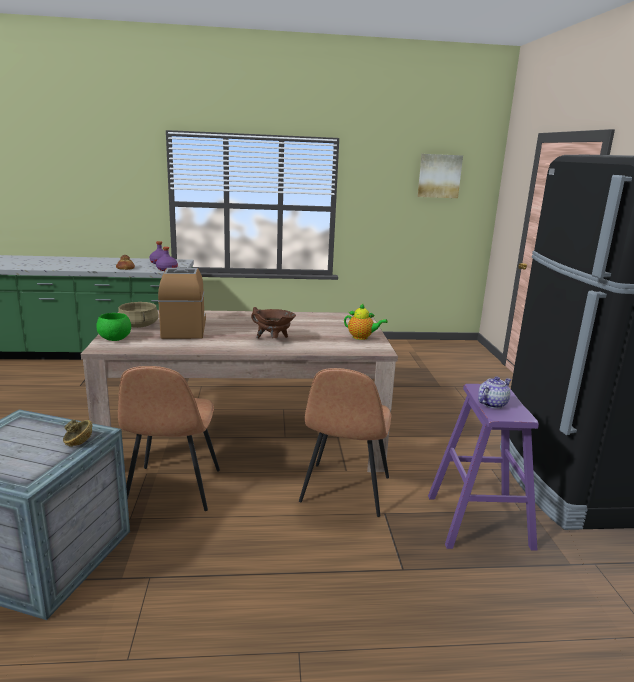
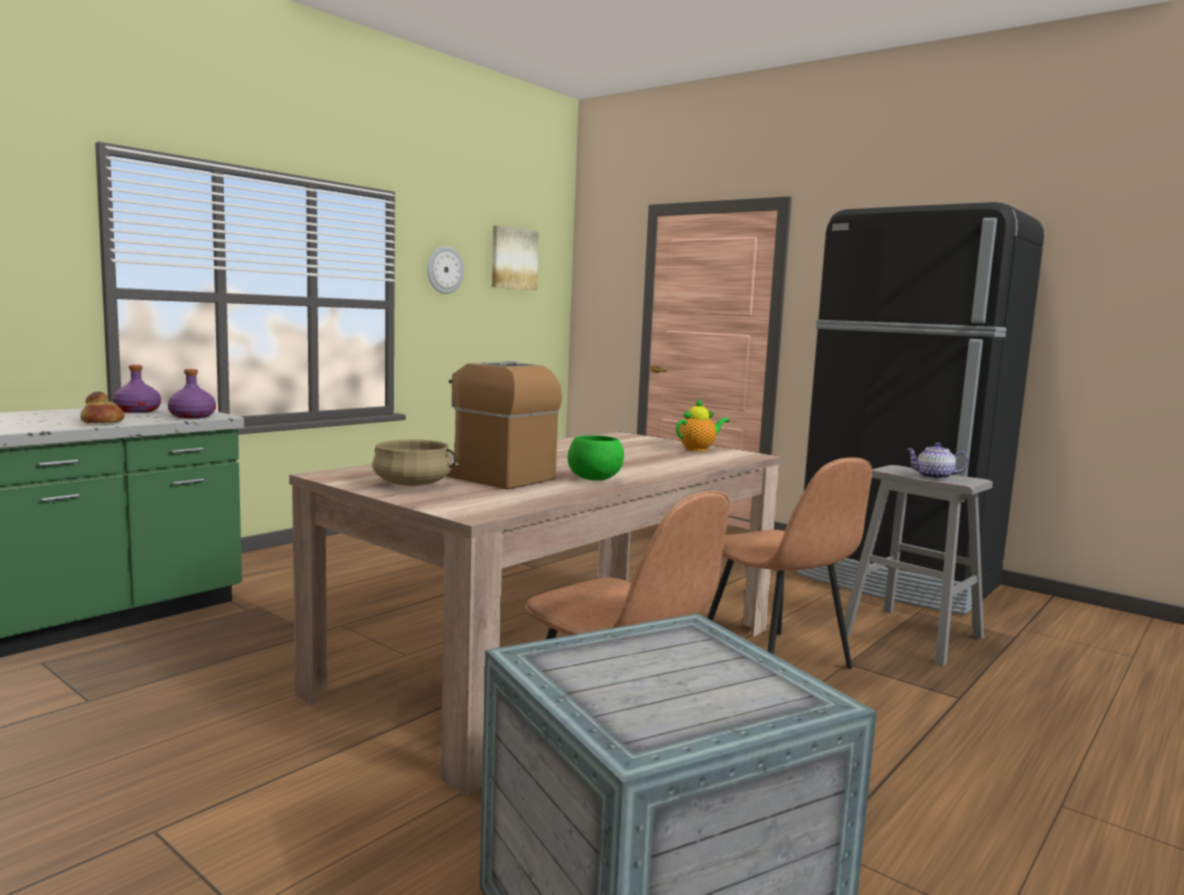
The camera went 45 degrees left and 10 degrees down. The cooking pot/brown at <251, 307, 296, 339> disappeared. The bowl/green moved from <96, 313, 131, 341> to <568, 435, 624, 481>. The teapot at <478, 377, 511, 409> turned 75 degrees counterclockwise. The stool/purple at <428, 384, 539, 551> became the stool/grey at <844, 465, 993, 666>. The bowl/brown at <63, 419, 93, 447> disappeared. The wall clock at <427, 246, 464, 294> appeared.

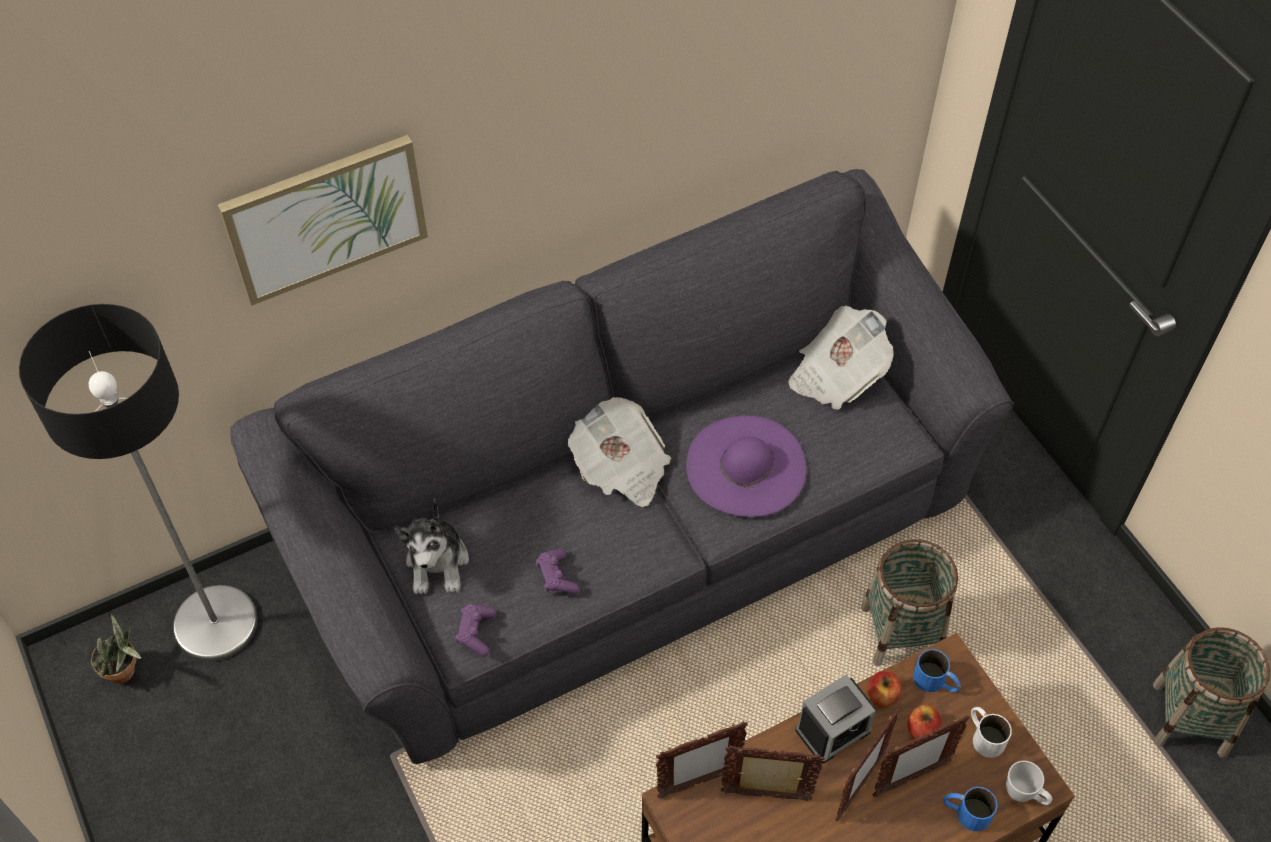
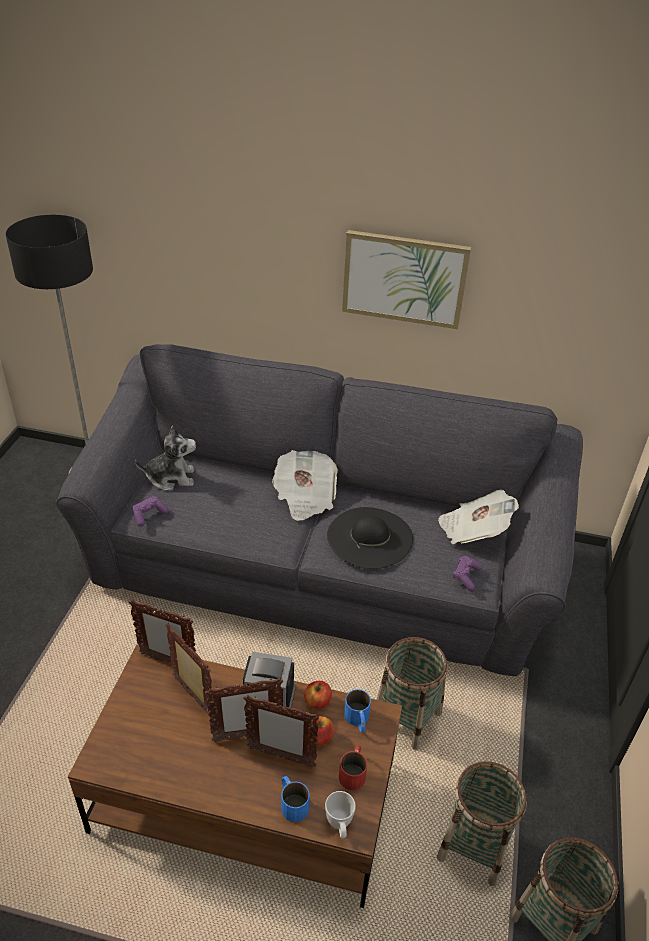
The camera went 40 degrees right and 15 degrees down. The picture moved from <218, 135, 428, 306> to <342, 230, 471, 329>. The hat/purple at <686, 416, 807, 517> became the hat/black at <327, 507, 413, 569>. The plush toy at <394, 499, 469, 595> turned 135 degrees counterclockwise. The game controller/purple moved from <536, 549, 579, 594> to <453, 556, 482, 591>. The potted plant at <91, 614, 141, 684> disappeared. The mug/white at <971, 707, 1012, 758> became the mug/red at <339, 745, 367, 790>. The basket at <437, 761, 527, 886> appeared.

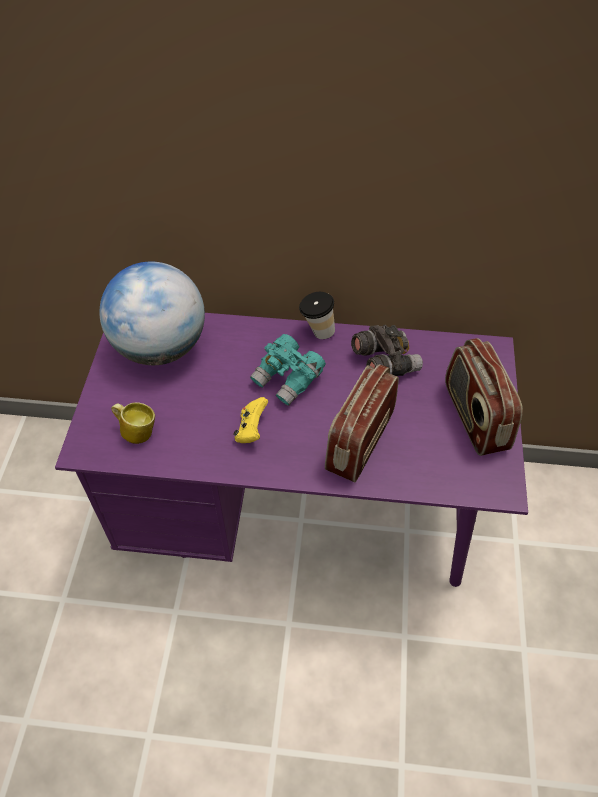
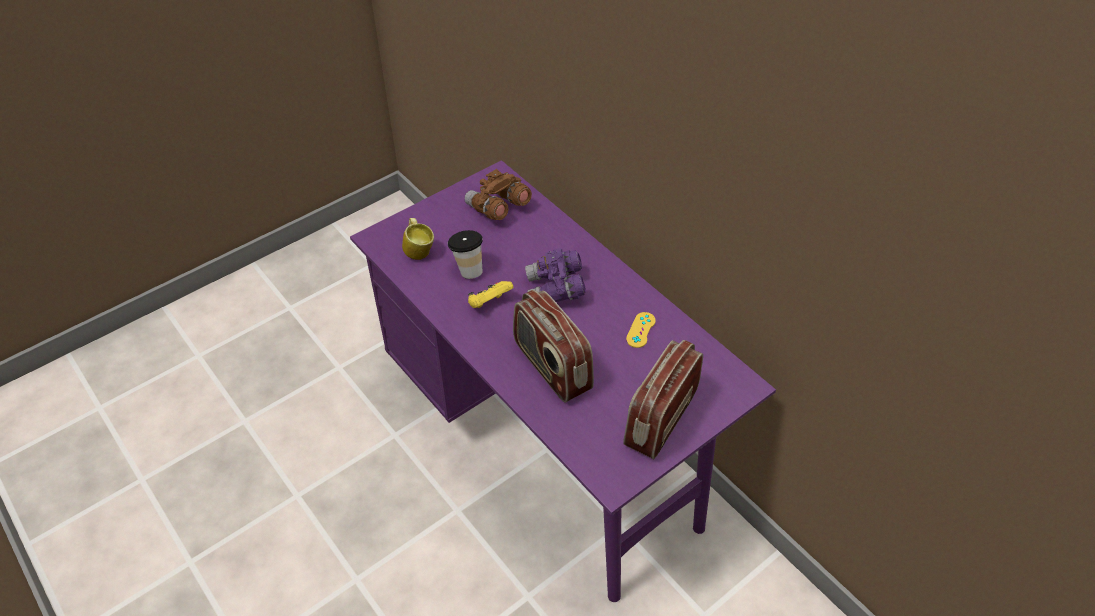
The camera went 45 degrees right and 5 degrees down. The globe at <99, 262, 205, 365> was replaced by the binoculars/brown at <465, 169, 532, 220>. The cup moved from <299, 292, 335, 339> to <448, 230, 483, 279>. The binoculars/grey at <351, 325, 423, 376> was replaced by the game controller/yellow at <626, 312, 656, 348>. The binoculars/turquoise at <250, 334, 326, 406> became the binoculars/purple at <525, 248, 586, 302>. The radio at <325, 364, 399, 482> turned 105 degrees counterclockwise.

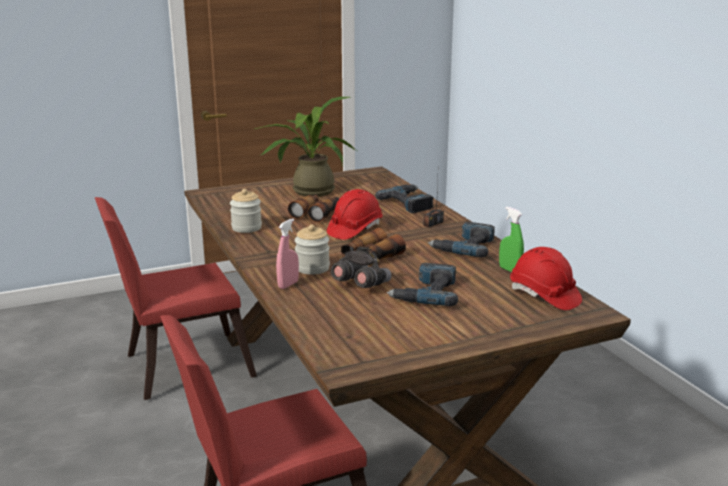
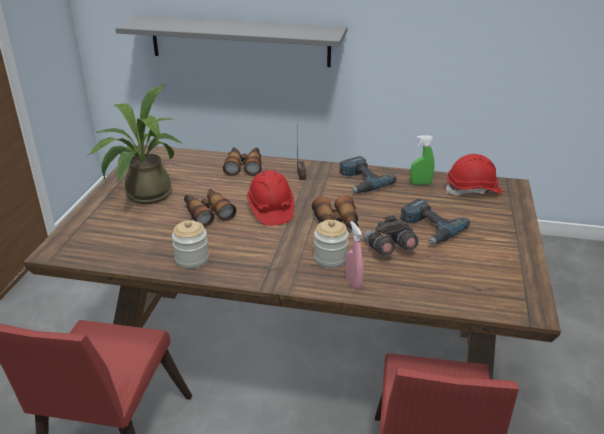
The camera went 55 degrees left and 10 degrees up. The power drill at <375, 185, 434, 213> was replaced by the binoculars at <223, 148, 262, 176>. The shelf/grey at <115, 15, 347, 67> appeared.

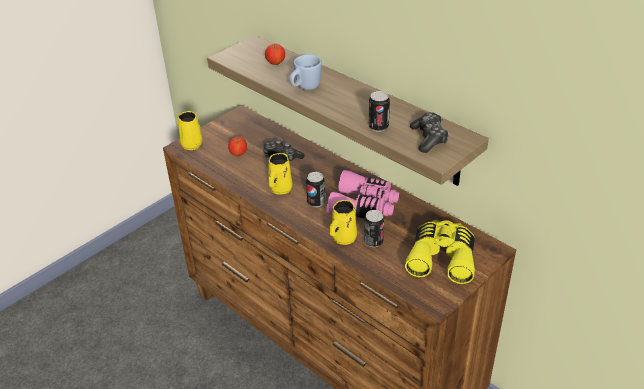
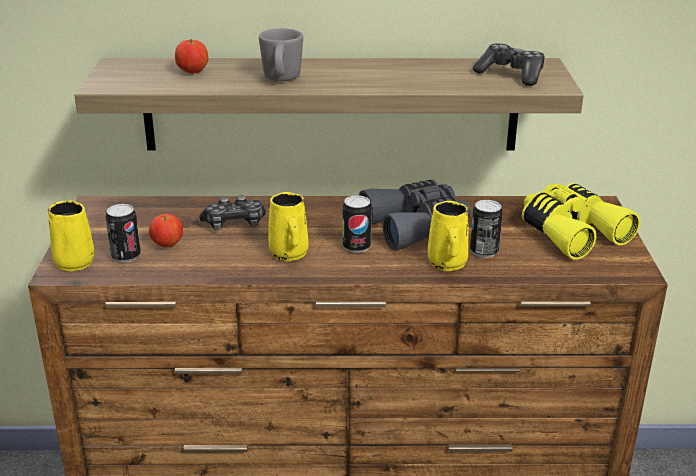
The camera went 45 degrees left and 10 degrees down. The mug/blue at <290, 55, 322, 90> became the mug/grey at <259, 28, 303, 81>. The can moved from <369, 91, 390, 132> to <105, 204, 141, 263>. The binoculars/pink at <327, 170, 399, 218> became the binoculars/grey at <359, 180, 471, 251>.

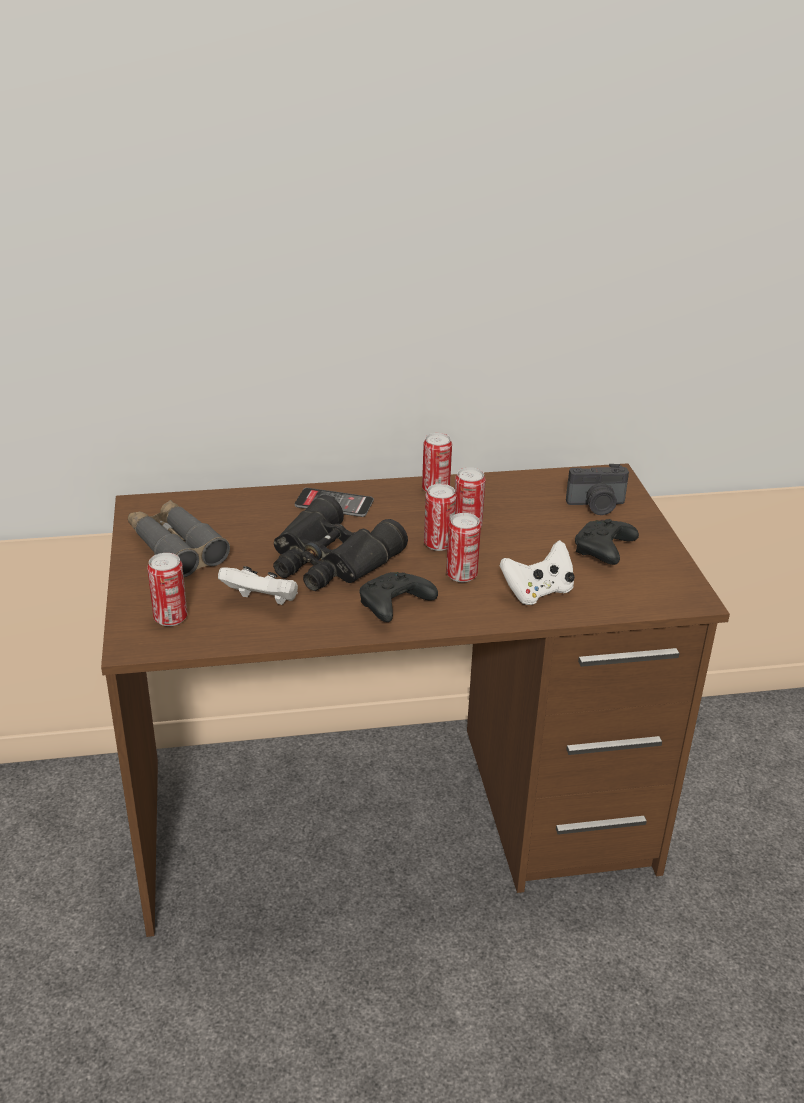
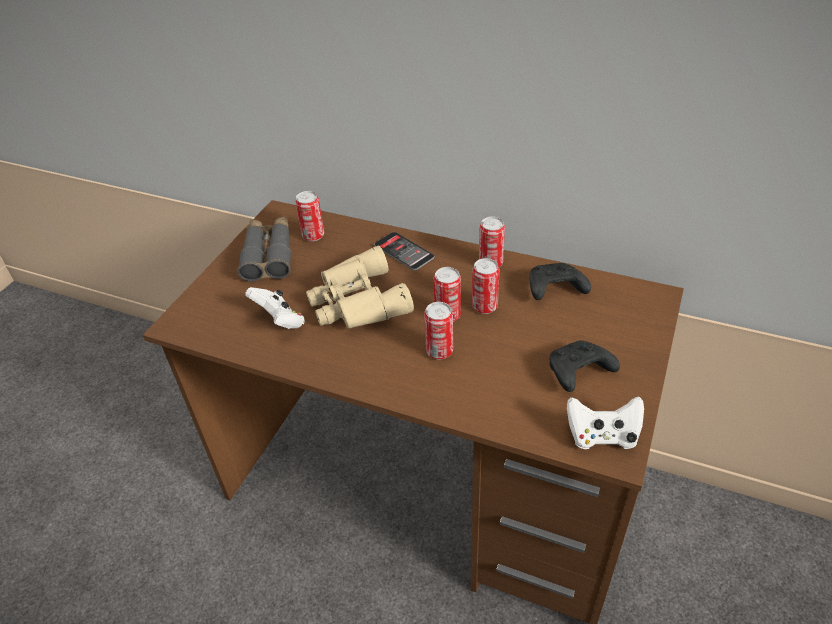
The camera went 35 degrees right and 10 degrees up. The photo camera at <566, 464, 629, 515> disappeared. The binoculars/black at <273, 495, 408, 591> became the binoculars/beige at <306, 246, 414, 328>. The game controller/white moved from <499, 540, 575, 605> to <567, 397, 644, 449>. The can moved from <147, 553, 187, 626> to <295, 191, 324, 241>. The game controller/black moved from <359, 572, 438, 622> to <530, 263, 591, 300>.

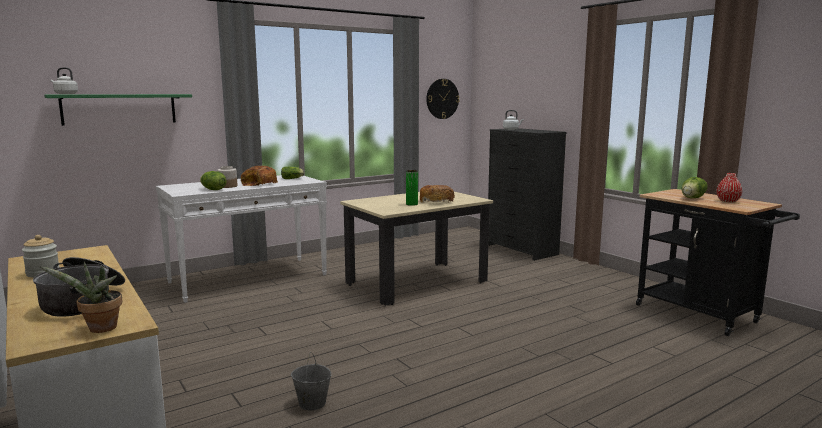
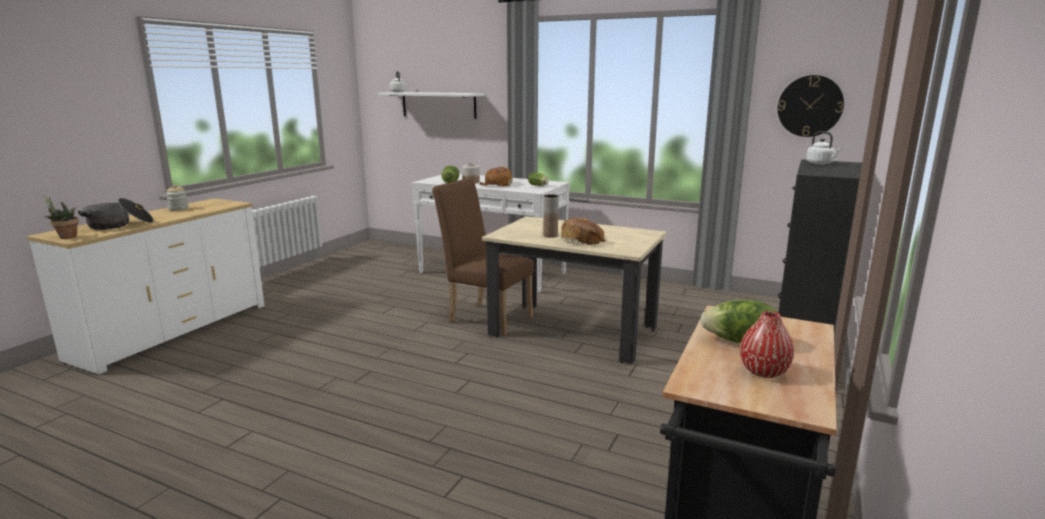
The camera went 60 degrees right and 5 degrees up. The shelf/green at <44, 94, 192, 126> became the shelf/white at <378, 92, 484, 119>. The vase/green at <406, 170, 418, 206> became the vase/brown at <543, 194, 559, 238>. The bucket/grey at <291, 352, 331, 410> disappeared. The chair/brown at <432, 178, 534, 336> appeared.

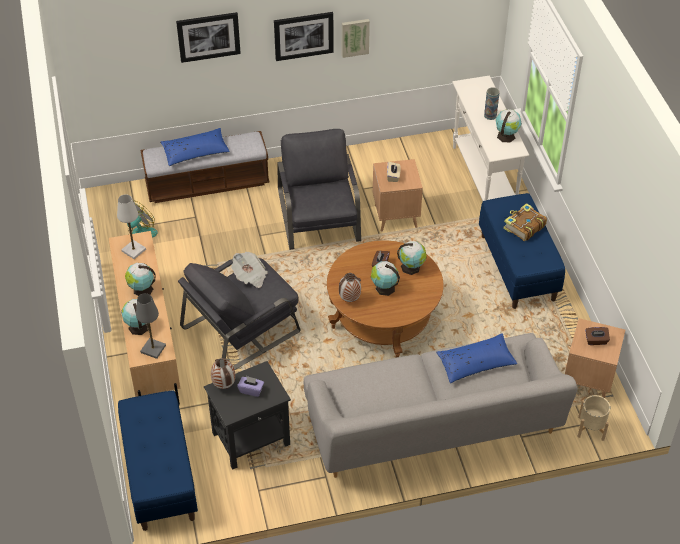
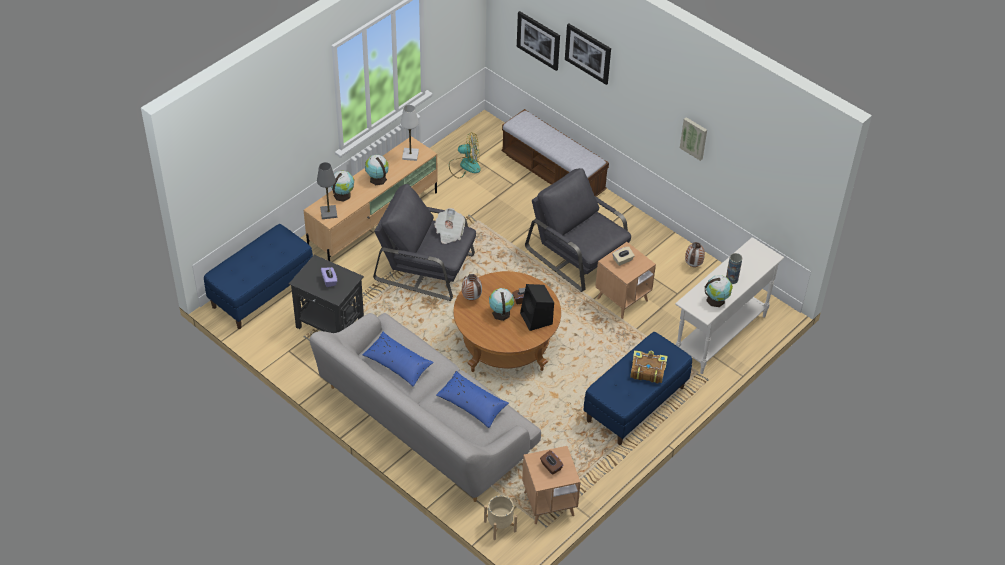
The camera went 55 degrees right and 0 degrees up. The picture moved from <274, 12, 334, 61> to <517, 11, 560, 71>. The pillow/blue moved from <160, 128, 230, 166> to <363, 332, 434, 386>. The armchair/grey at <277, 129, 361, 250> turned 90 degrees counterclockwise. The globe at <397, 241, 426, 275> was replaced by the speaker/black at <520, 284, 554, 331>. The vase moved from <211, 358, 235, 389> to <685, 242, 705, 267>.

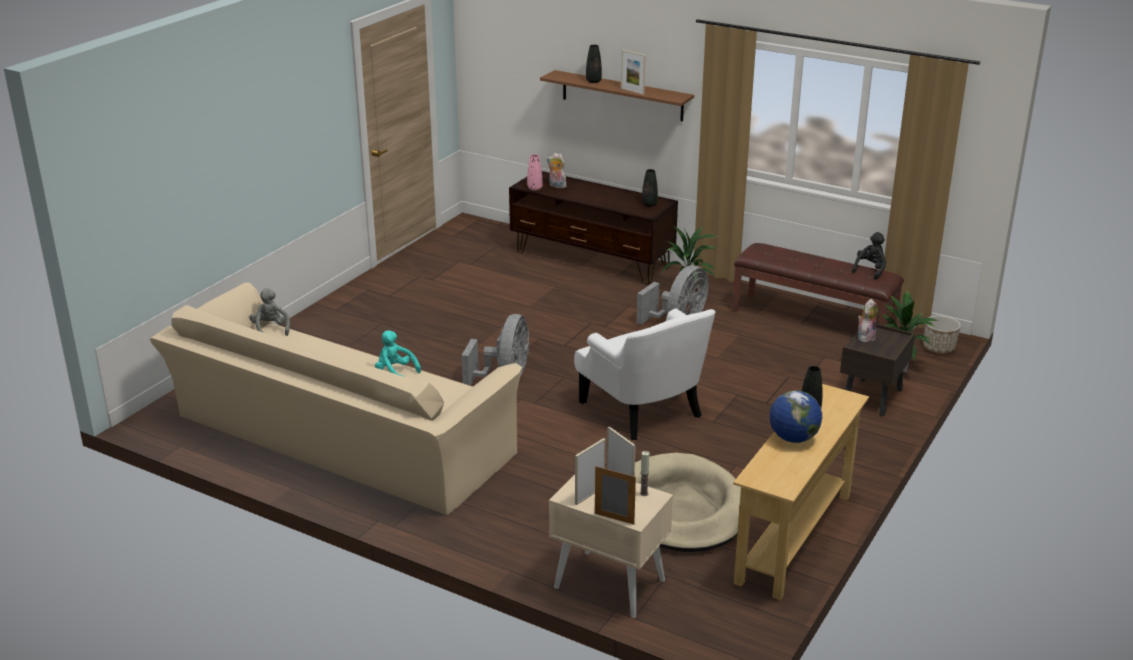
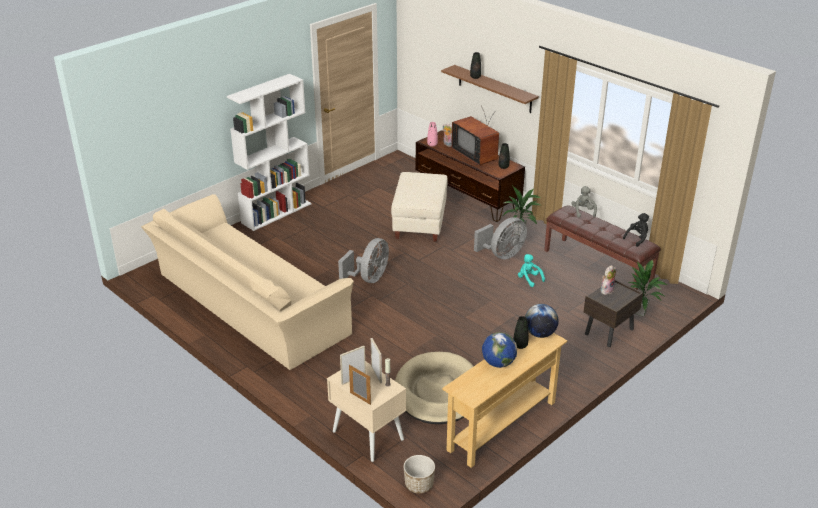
The camera went 15 degrees right and 5 degrees up. The picture frame at <621, 50, 646, 95> disappeared. The plush toy/grey moved from <249, 288, 290, 336> to <571, 186, 597, 218>. The armchair/white at <574, 308, 716, 440> disappeared. The planter moved from <923, 315, 961, 354> to <404, 455, 435, 494>. The plush toy/turquoise moved from <375, 330, 421, 377> to <518, 254, 545, 287>. The bookcase/white at <227, 74, 311, 231> appeared. The television at <451, 106, 499, 165> appeared. The ottoman/beige at <391, 172, 448, 242> appeared. The globe at <525, 304, 559, 338> appeared.

